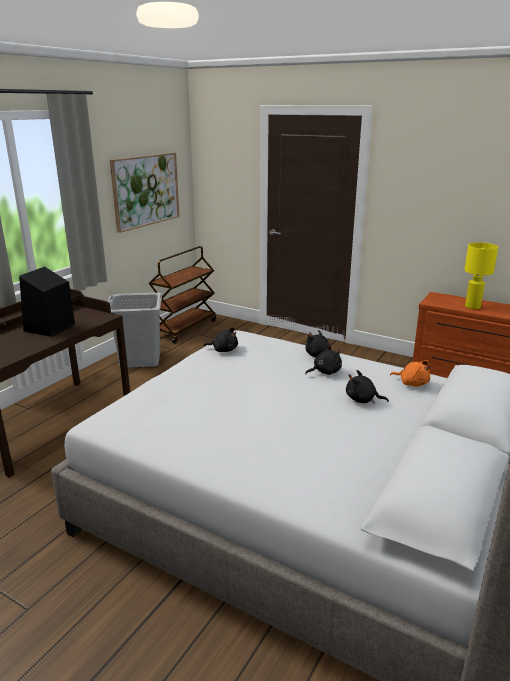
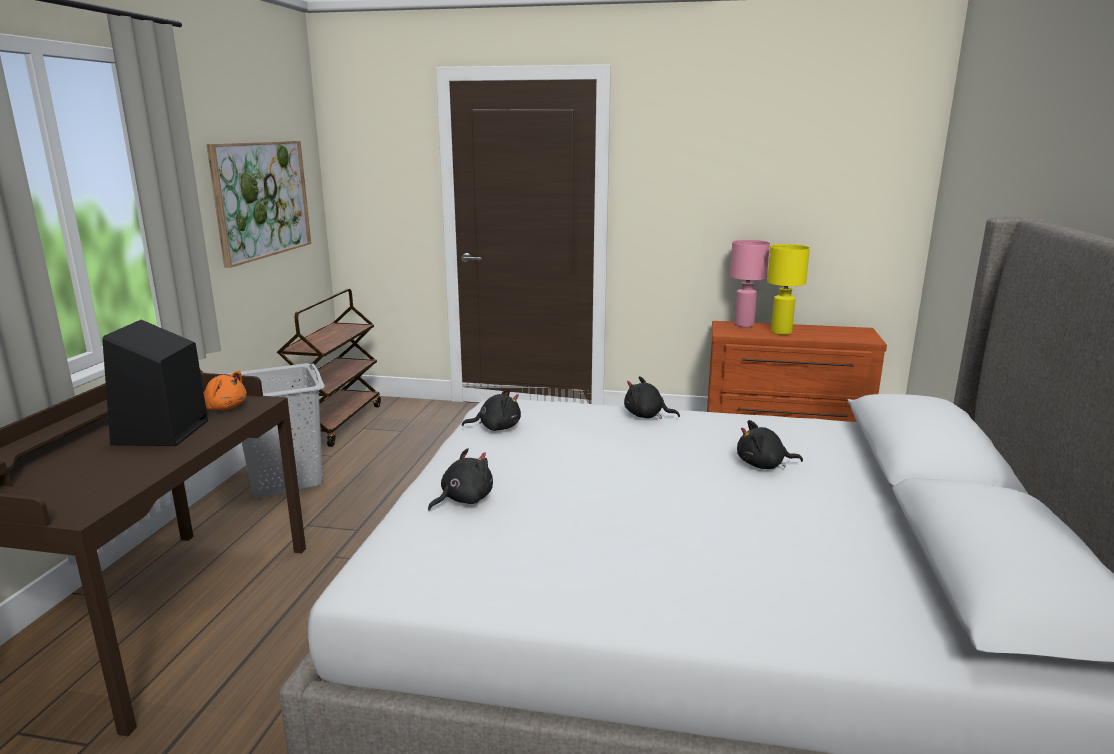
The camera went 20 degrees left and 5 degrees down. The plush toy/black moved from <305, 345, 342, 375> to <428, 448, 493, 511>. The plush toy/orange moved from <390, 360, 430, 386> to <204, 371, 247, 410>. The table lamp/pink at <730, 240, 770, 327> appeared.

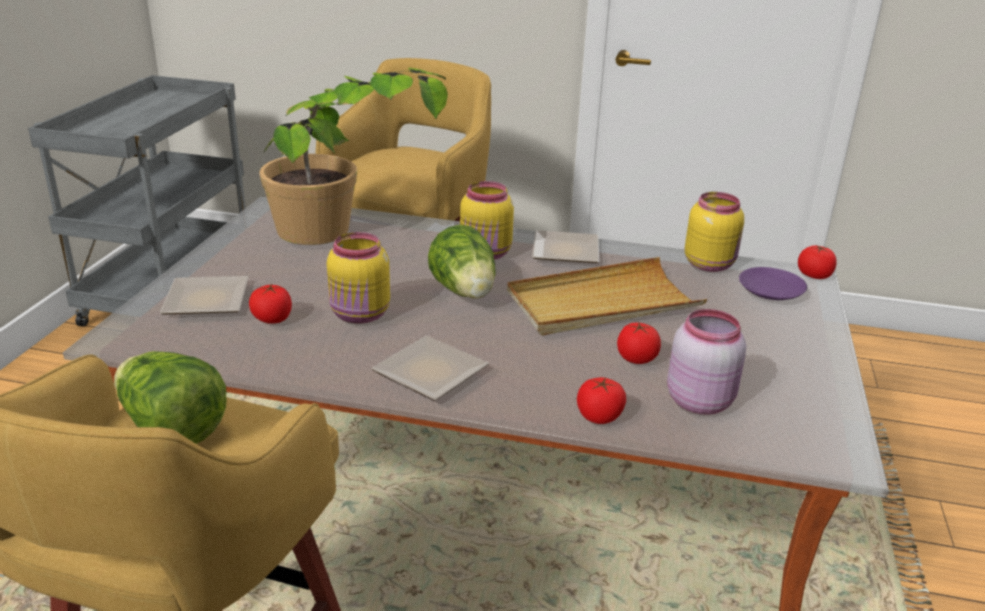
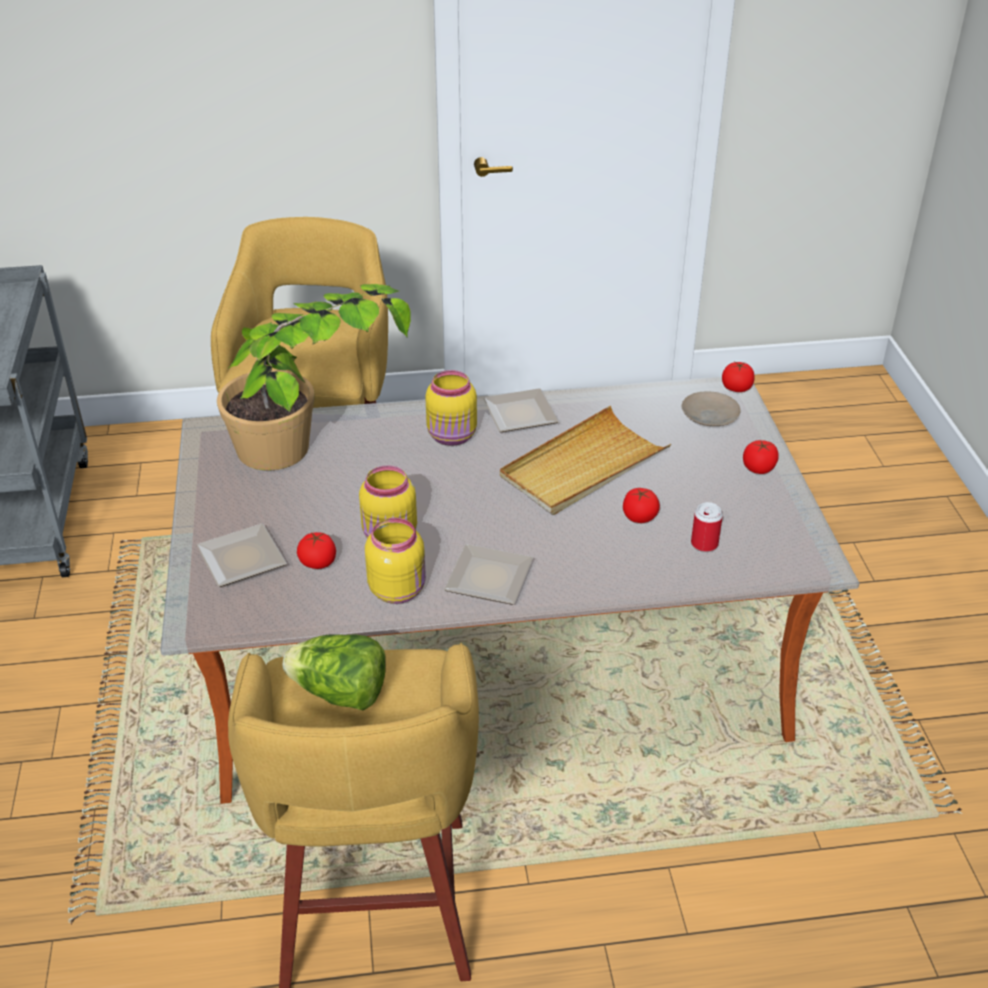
The camera went 20 degrees left and 10 degrees up. The jar/yellow moved from <684, 192, 744, 272> to <365, 518, 426, 604>. The lettuce at <428, 225, 496, 299> disappeared. The plate/purple at <739, 267, 807, 300> became the plate/beige at <682, 391, 740, 426>. The jar/pink at <667, 309, 746, 415> was replaced by the can at <691, 502, 723, 552>. The tomato moved from <577, 377, 626, 424> to <743, 440, 779, 474>.

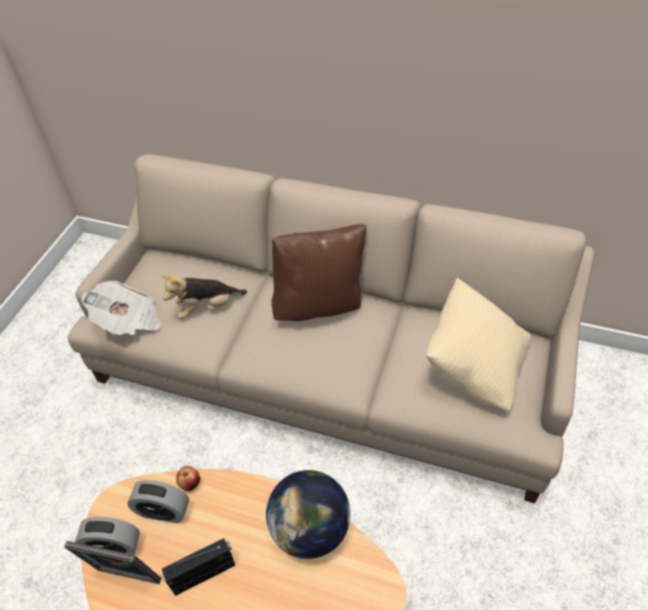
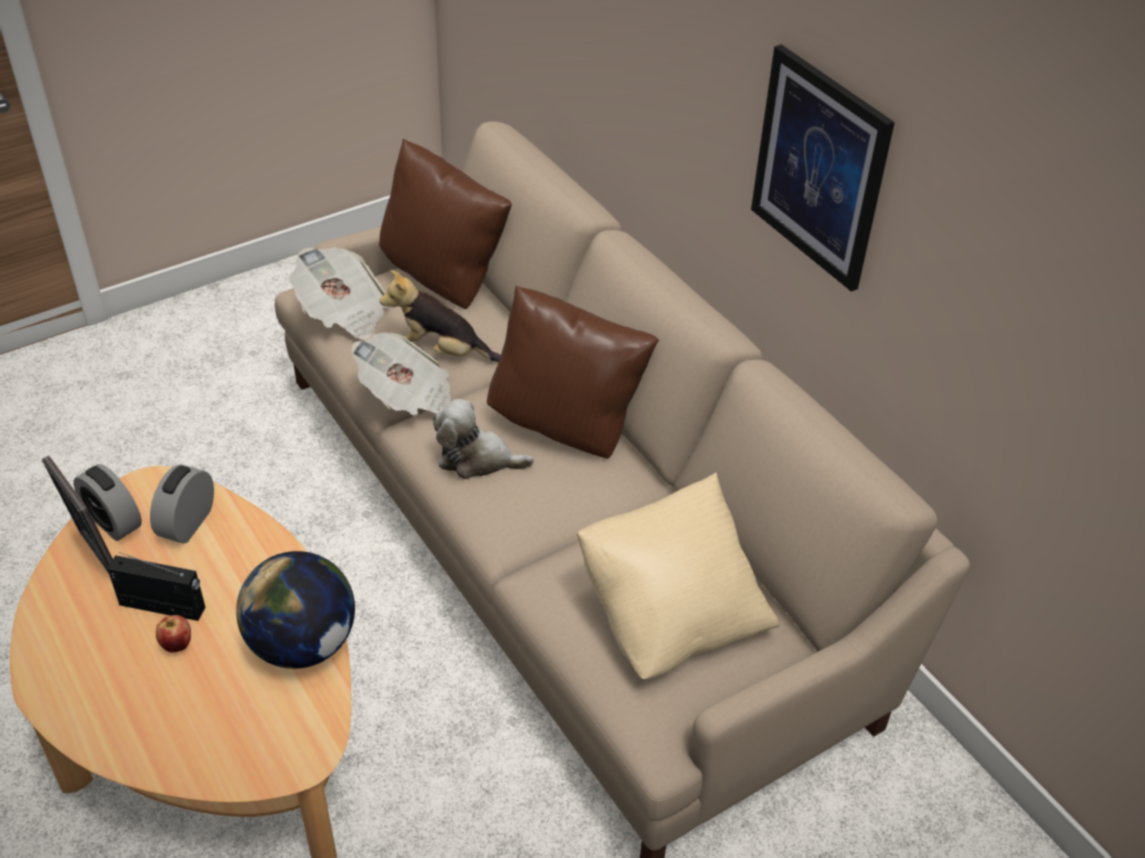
The camera went 35 degrees right and 5 degrees down. The apple moved from <176, 466, 200, 491> to <156, 615, 191, 652>. The alarm clock at <127, 480, 189, 523> turned 60 degrees clockwise. The picture at <751, 44, 895, 292> appeared. The pillow/brown at <379, 138, 512, 309> appeared. The newspaper at <351, 333, 452, 416> appeared. The plush toy at <433, 399, 534, 479> appeared.

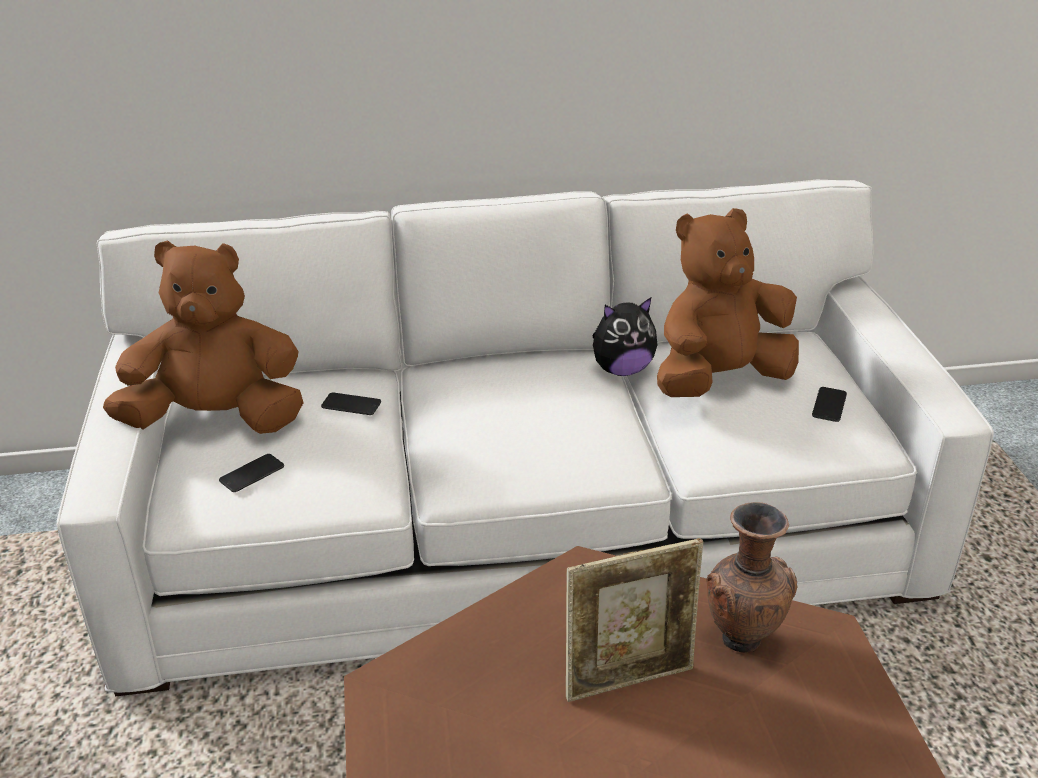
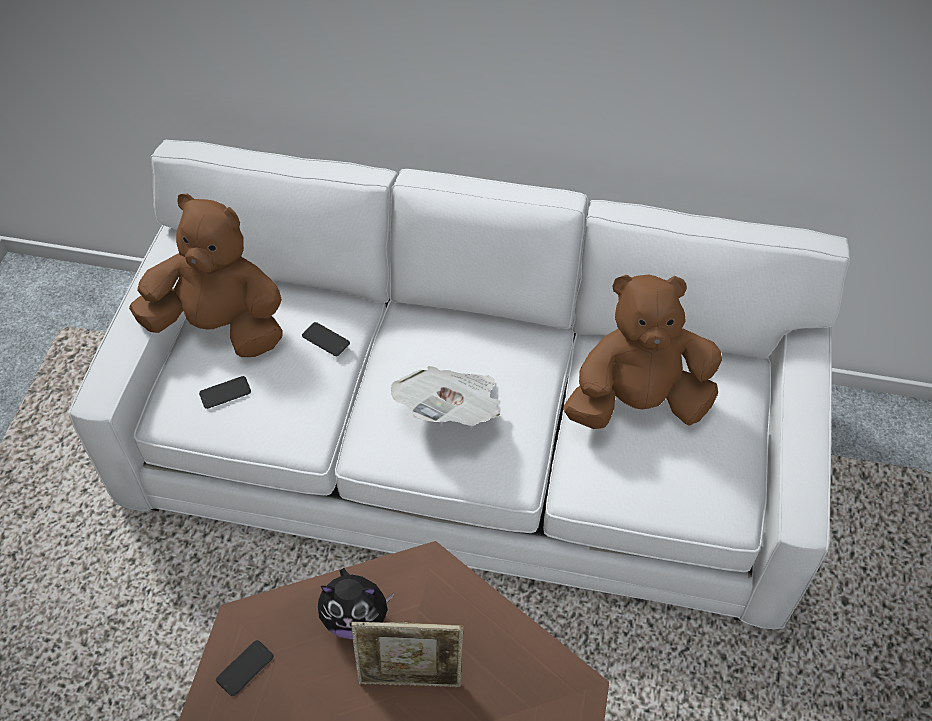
The camera went 20 degrees right and 20 degrees up. The plush toy moved from <593, 297, 657, 376> to <318, 568, 395, 639>. The phone moved from <812, 387, 847, 422> to <216, 640, 274, 696>. The vase/brown at <707, 502, 798, 652> disappeared. The newspaper at <391, 366, 500, 426> appeared.

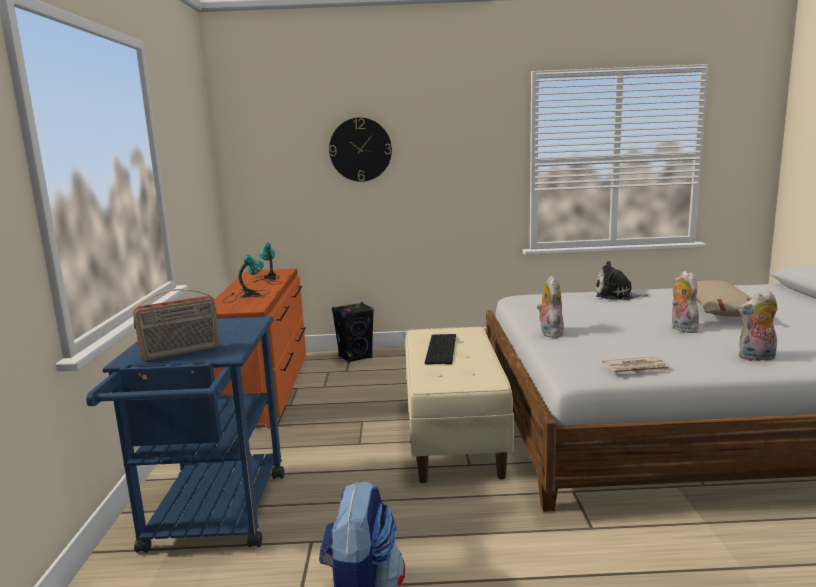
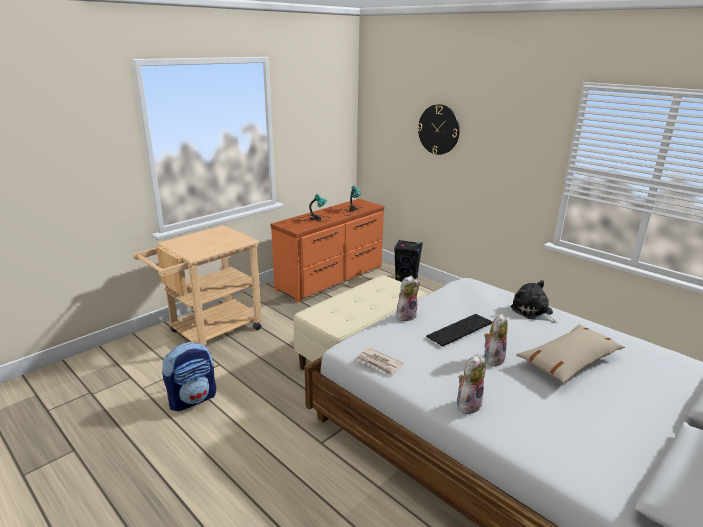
The camera went 45 degrees right and 10 degrees up. The radio at <133, 289, 220, 361> disappeared. The plush toy at <738, 291, 778, 362> turned 90 degrees clockwise. The cart/blue at <86, 316, 284, 553> became the cart/beige at <133, 225, 262, 346>. The keyboard moved from <425, 334, 456, 364> to <426, 314, 492, 346>.

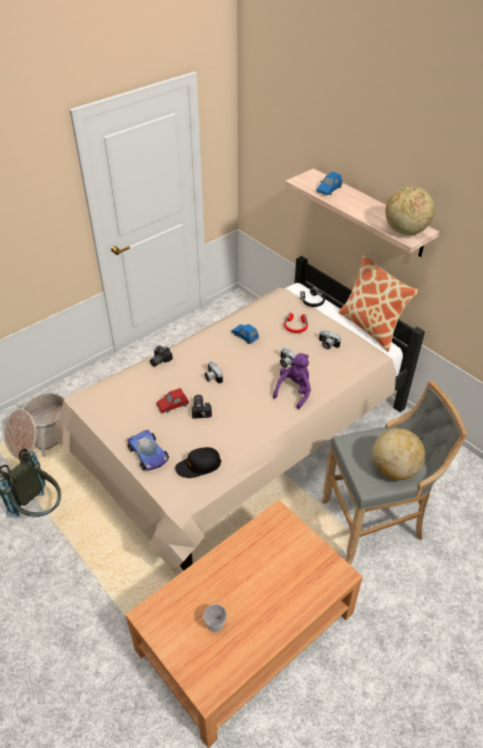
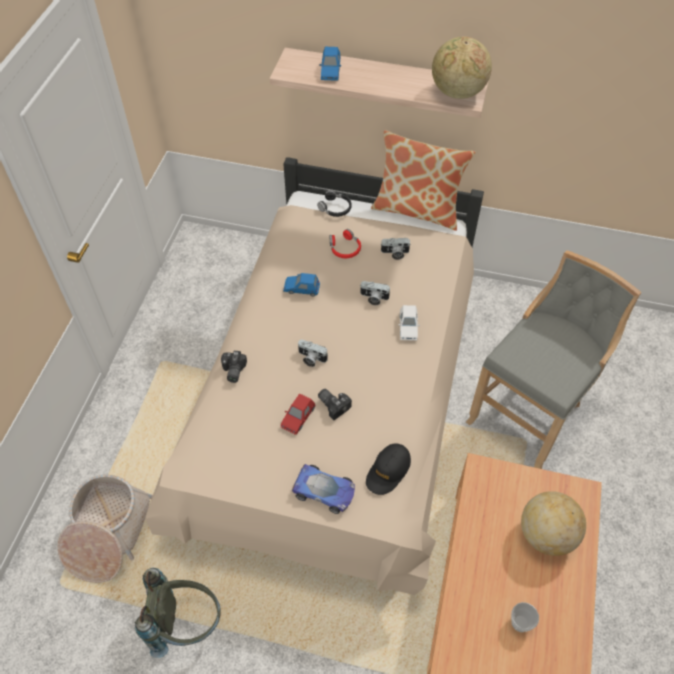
The camera went 35 degrees left and 10 degrees up. The plush toy/purple at <273, 353, 311, 409> was replaced by the toy car/white at <398, 305, 420, 341>. The globe moved from <372, 428, 425, 480> to <521, 491, 586, 556>.

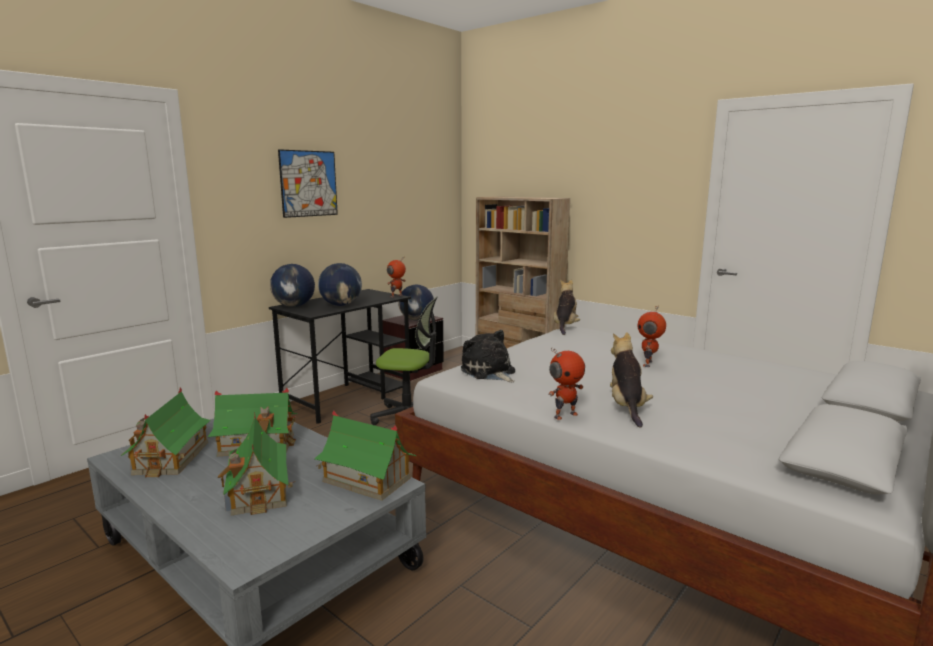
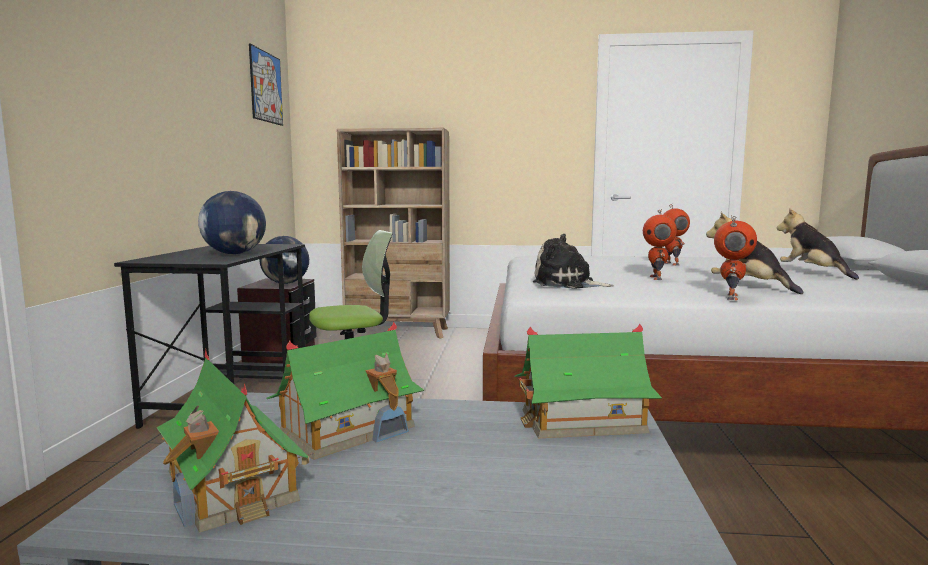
The camera went 35 degrees left and 5 degrees down. The picture moved from <278, 149, 338, 218> to <249, 44, 283, 126>. The toy robot moved from <387, 258, 406, 298> to <643, 209, 677, 280>. The globe at <270, 264, 315, 307> disappeared. The plush toy moved from <554, 279, 580, 335> to <777, 209, 859, 279>. The toy house at <218, 412, 295, 516> disappeared.

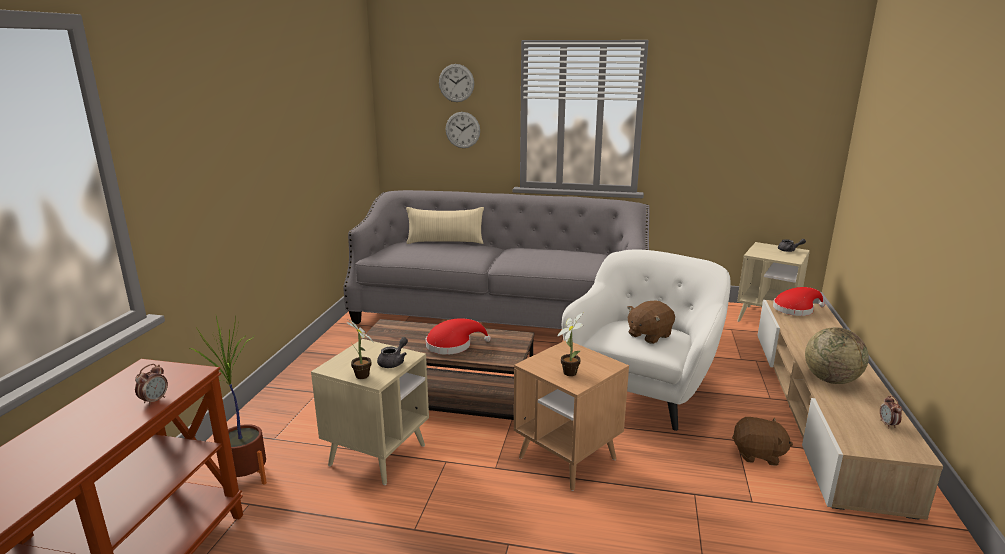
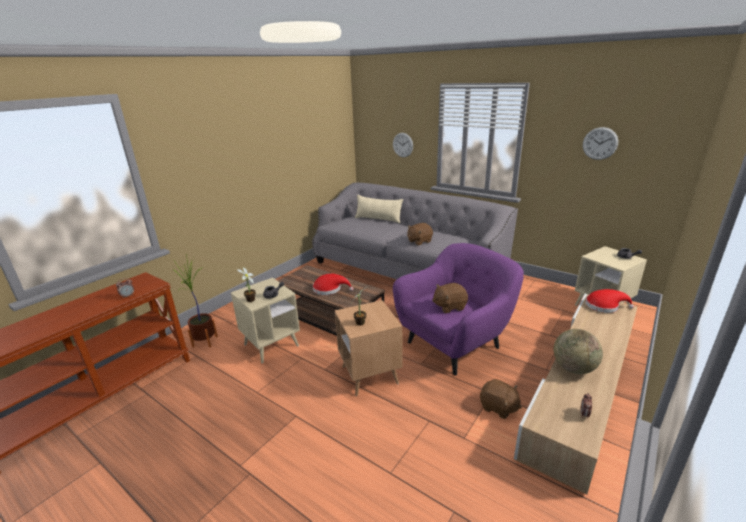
The camera went 25 degrees right and 5 degrees up. The wall clock moved from <439, 64, 474, 102> to <583, 127, 618, 160>. The armchair/white at <562, 249, 731, 431> became the armchair/purple at <393, 243, 524, 376>. The plush toy/brown at <407, 223, 433, 245> appeared.

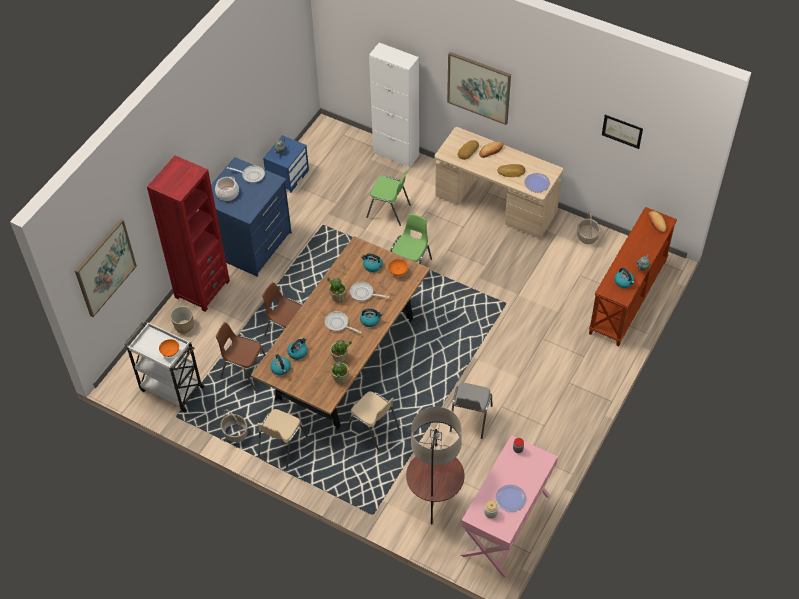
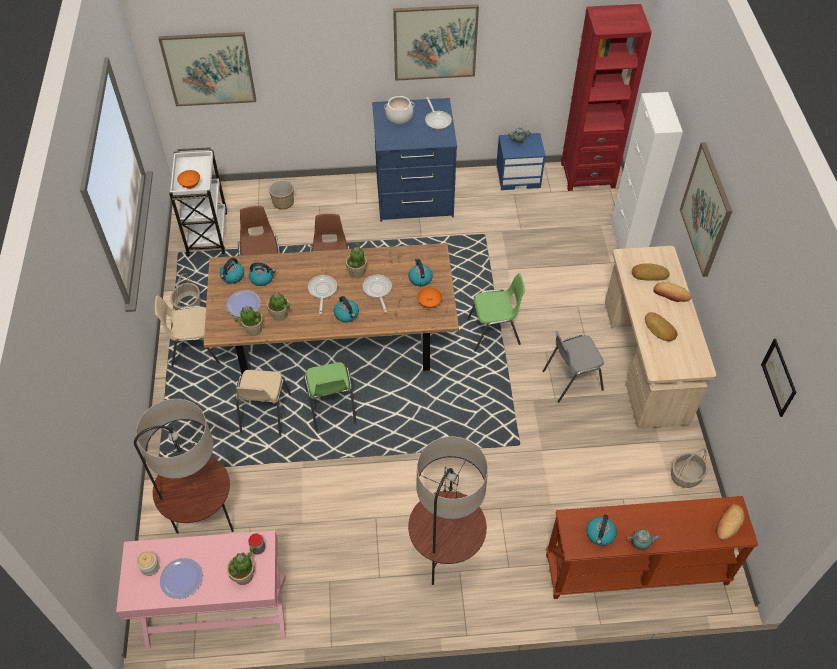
The camera went 55 degrees right and 0 degrees up. The bookcase/red moved from <147, 155, 230, 312> to <561, 4, 652, 191>. The chair/green moved from <366, 170, 411, 226> to <304, 362, 357, 431>. The plate moved from <524, 173, 550, 192> to <226, 290, 261, 317>. The chair/grey moved from <450, 383, 493, 439> to <542, 331, 604, 402>. The picture at <393, 4, 479, 81> appeared. The floor lamp at <408, 436, 488, 585> appeared. The potted plant at <227, 547, 255, 585> appeared.

